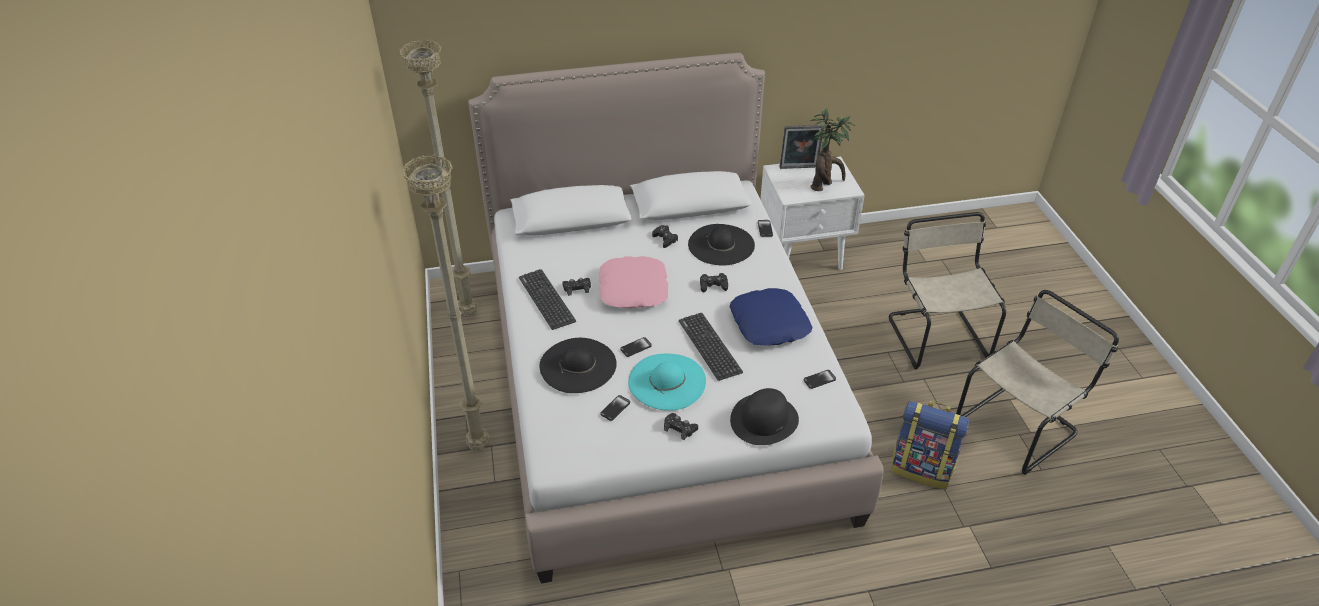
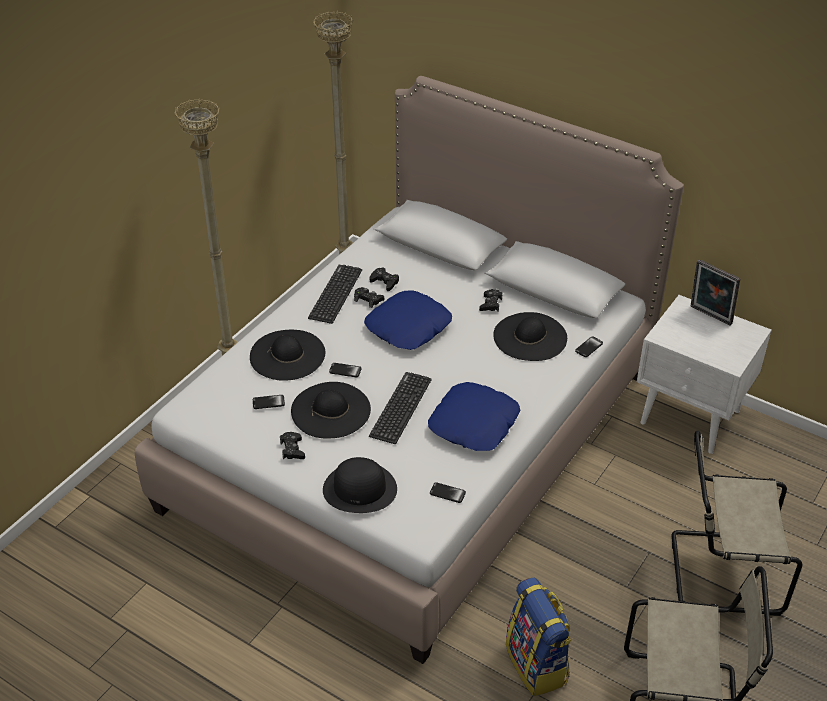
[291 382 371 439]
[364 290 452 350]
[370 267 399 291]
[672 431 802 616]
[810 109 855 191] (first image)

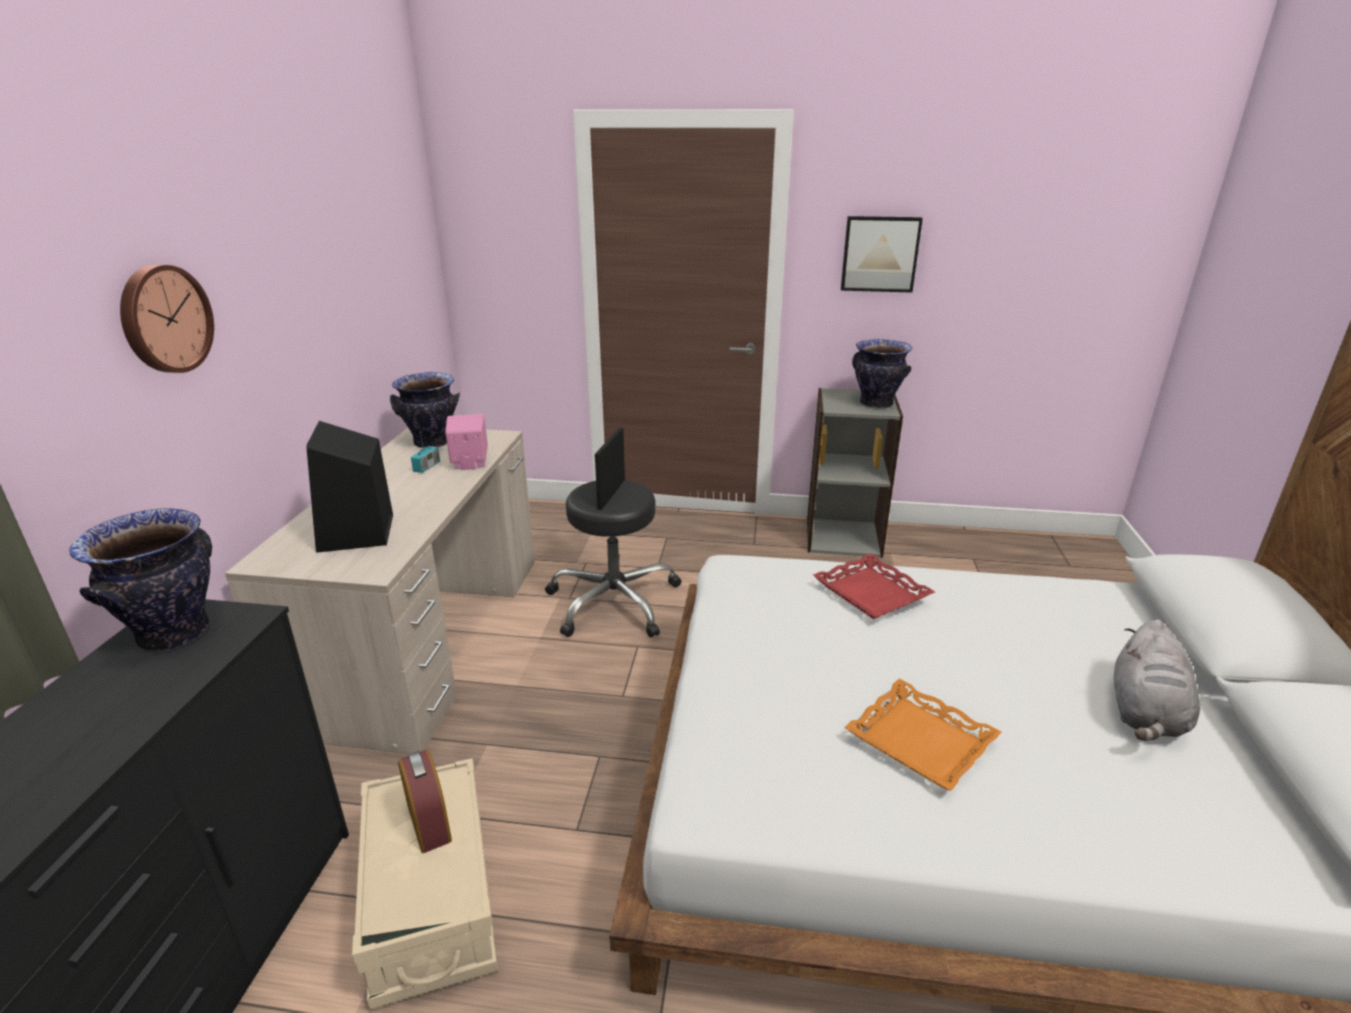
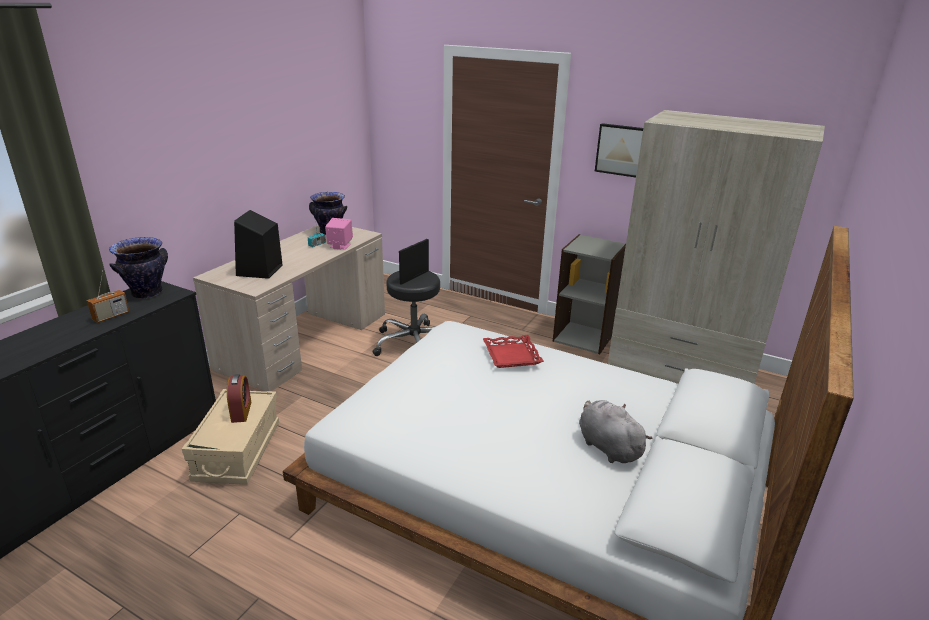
[87 270 130 323]
[579 400 653 463]
[608 110 825 384]
[120 265 214 373] (first image)
[844 679 1002 791] (first image)
[852 339 912 409] (first image)

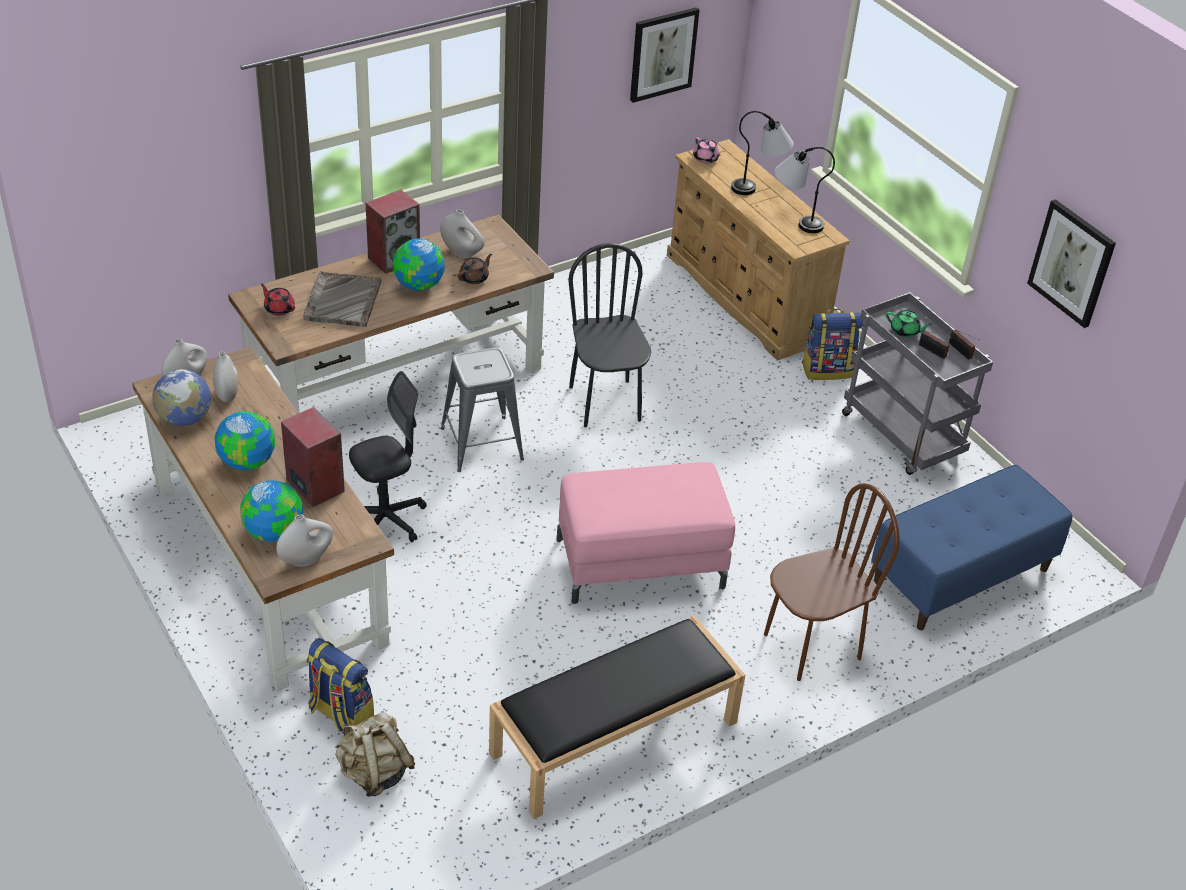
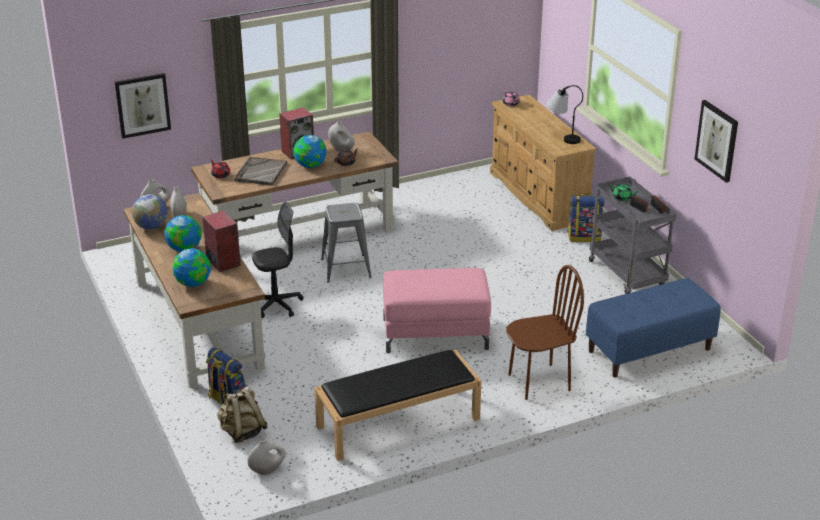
[114 73 171 139]
[248 439 286 475]
[568 243 651 427] (first image)
[731 111 794 195] (first image)

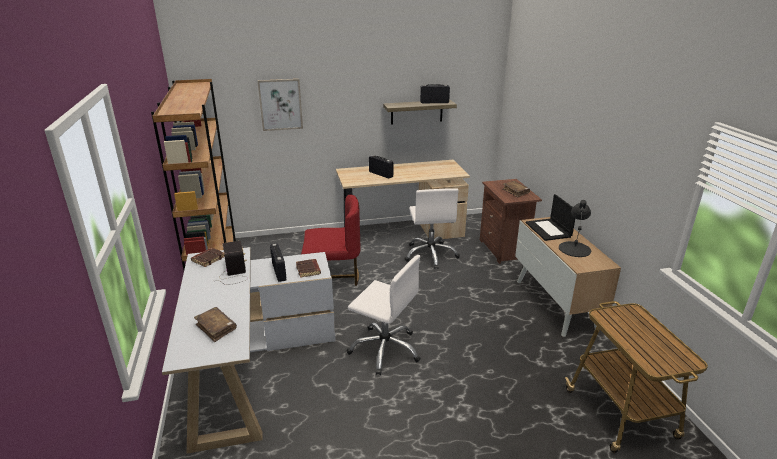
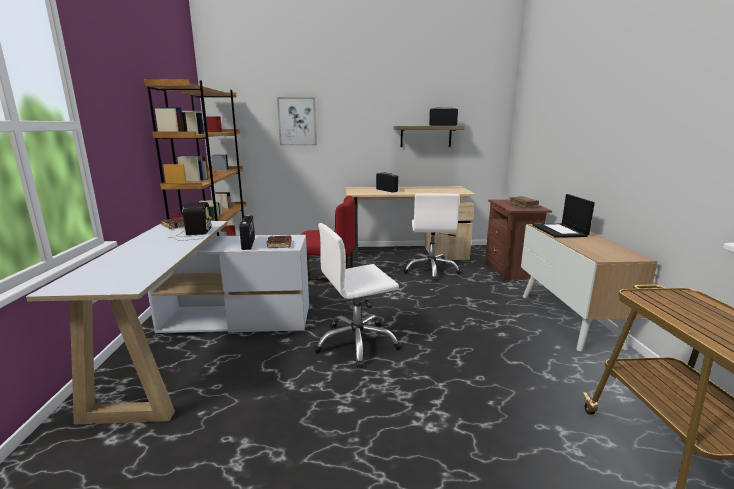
[314 223 402 368]
[194 307 237 342] (first image)
[559 200 591 257] (first image)

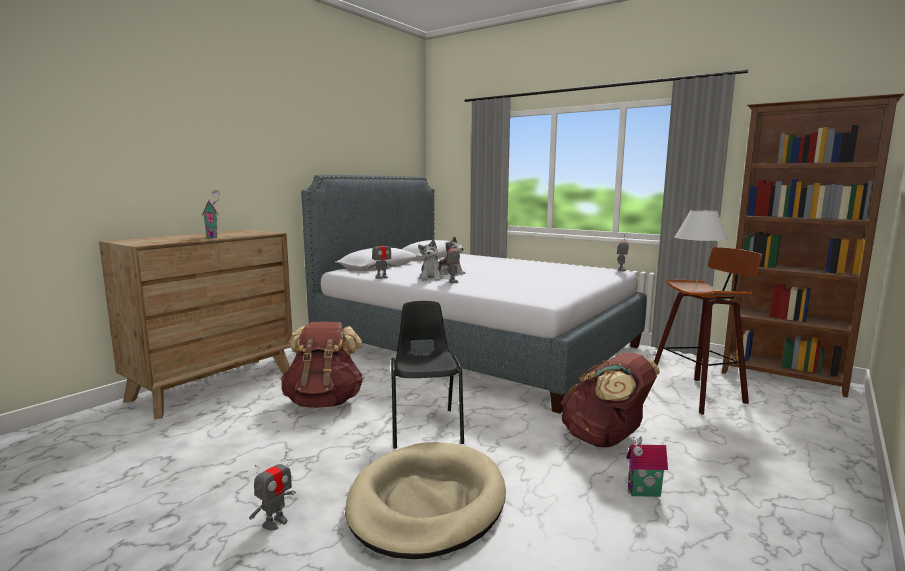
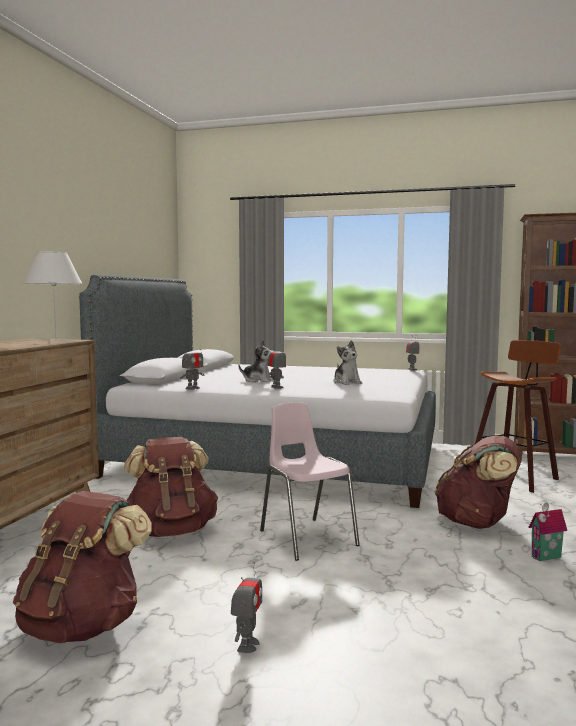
[13 491 152 644]
[23 252 83 340]
[260 402 360 561]
[333 340 362 385]
[202 190 220 239] (first image)
[345 442 506 559] (first image)

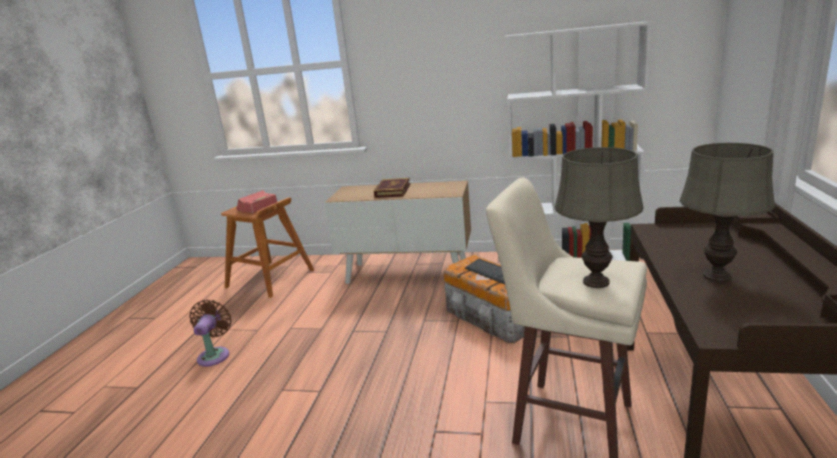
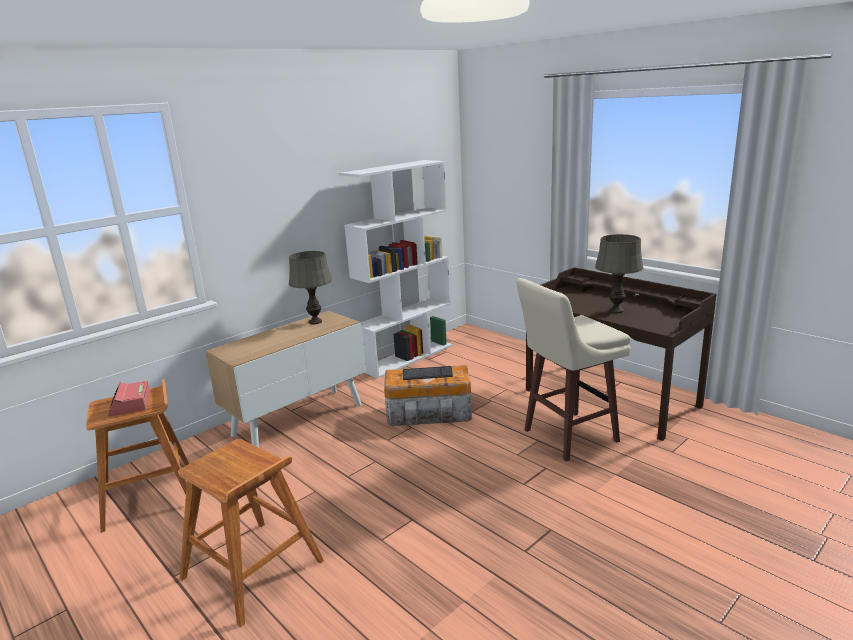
[178 439 324 627]
[289 251 332 324]
[374 178 410 198] (first image)

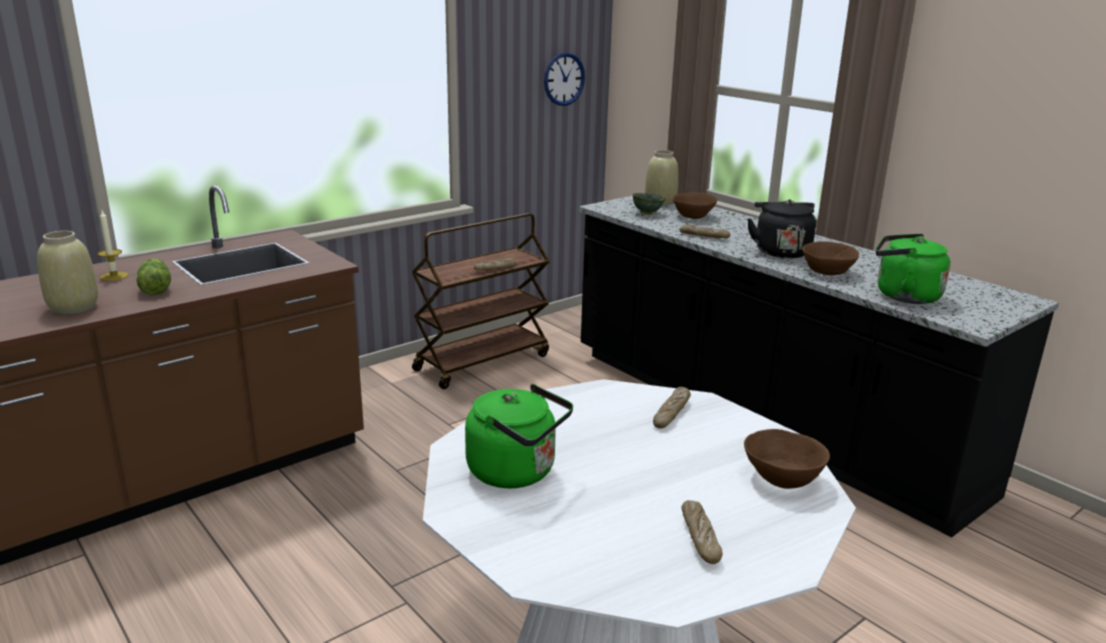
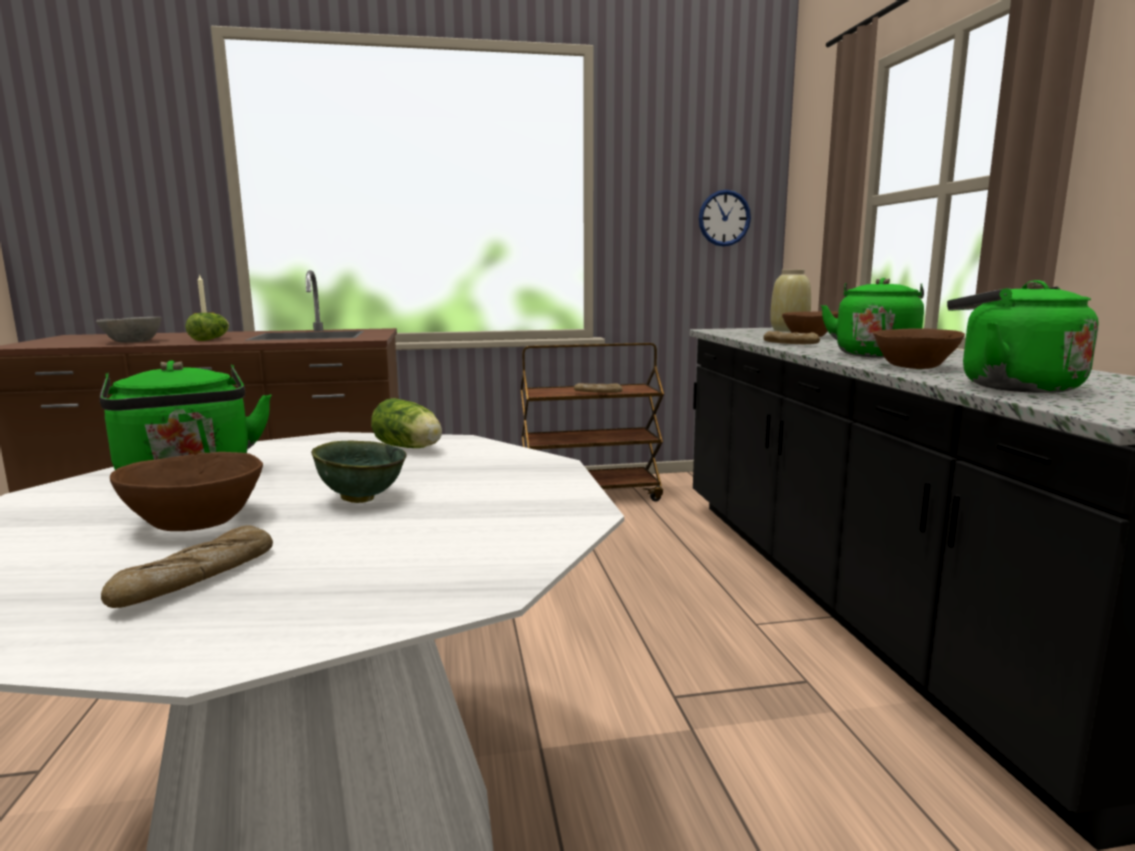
[96 317 162 343]
[110 452 263 531]
[311 441 407 503]
[371 398 442 448]
[821 278 924 358]
[653 387 691 429] (first image)

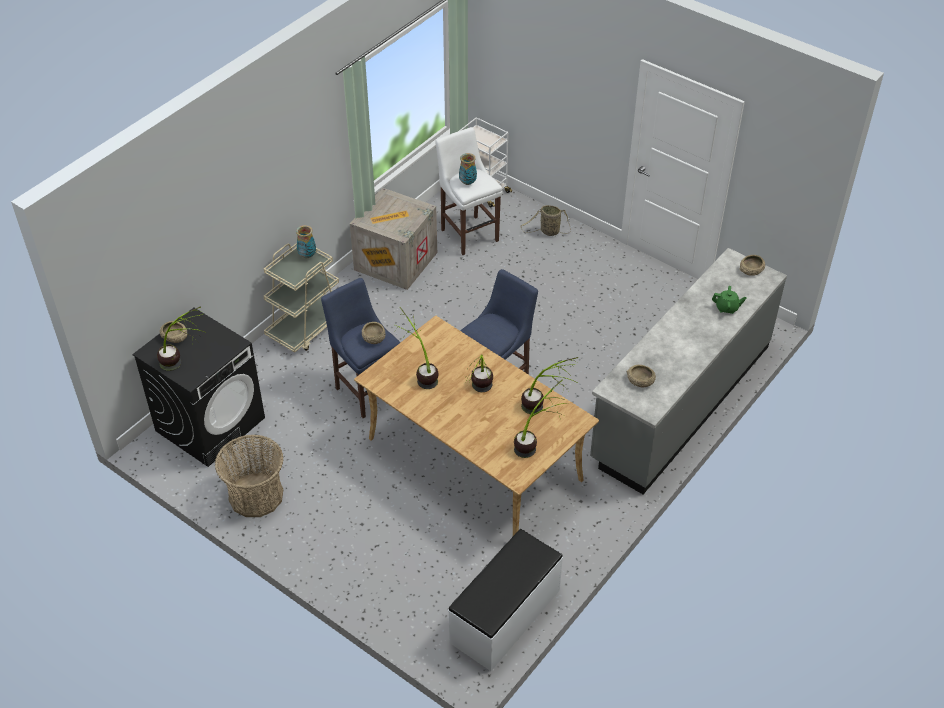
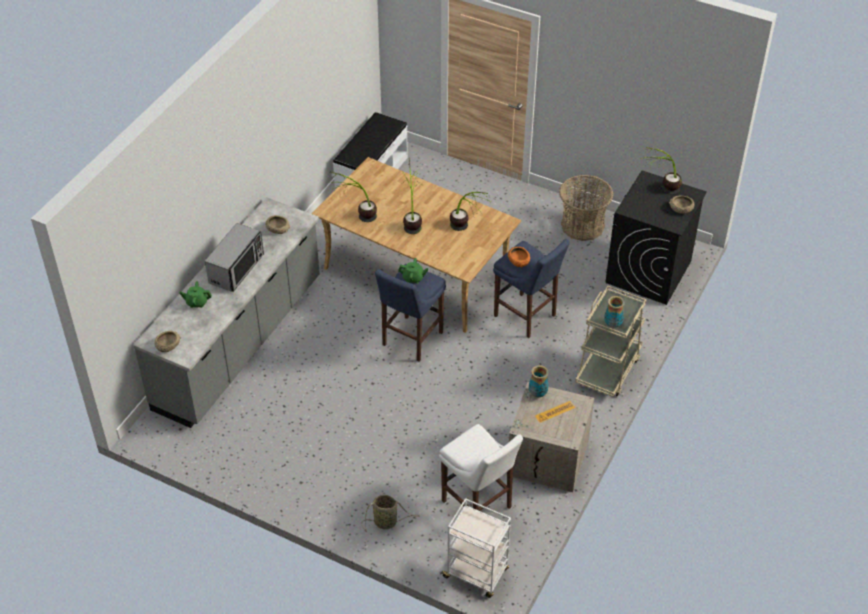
[205 223 264 292]
[398 258 428 284]
[508 247 530 267]
[529 365 549 397]
[514 379 565 458] (first image)

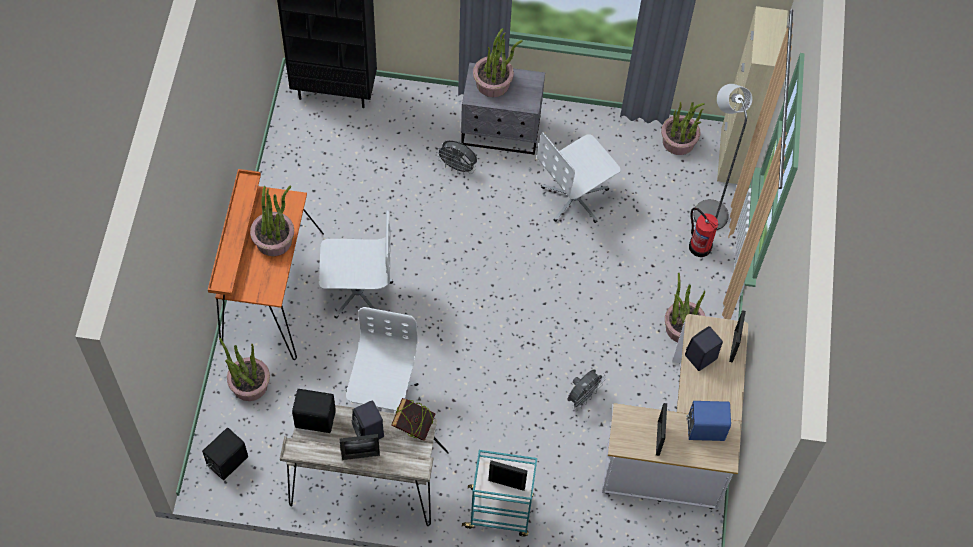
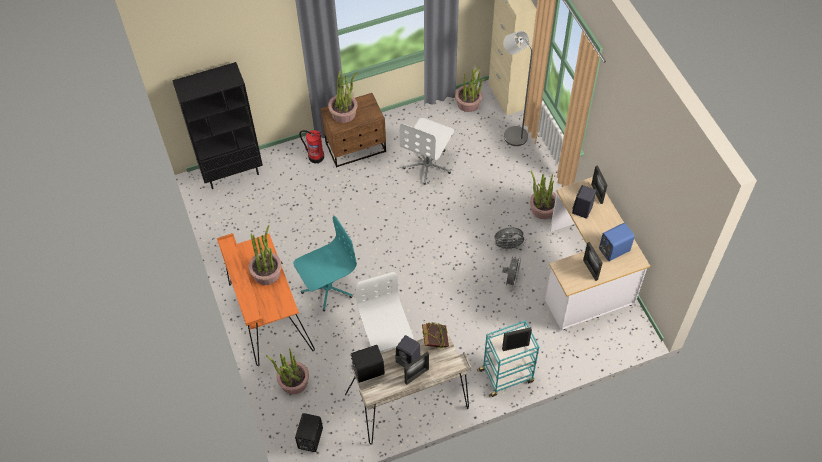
[293 216 357 312]
[299 130 324 163]
[321 93 386 168]
[493 227 526 251]

